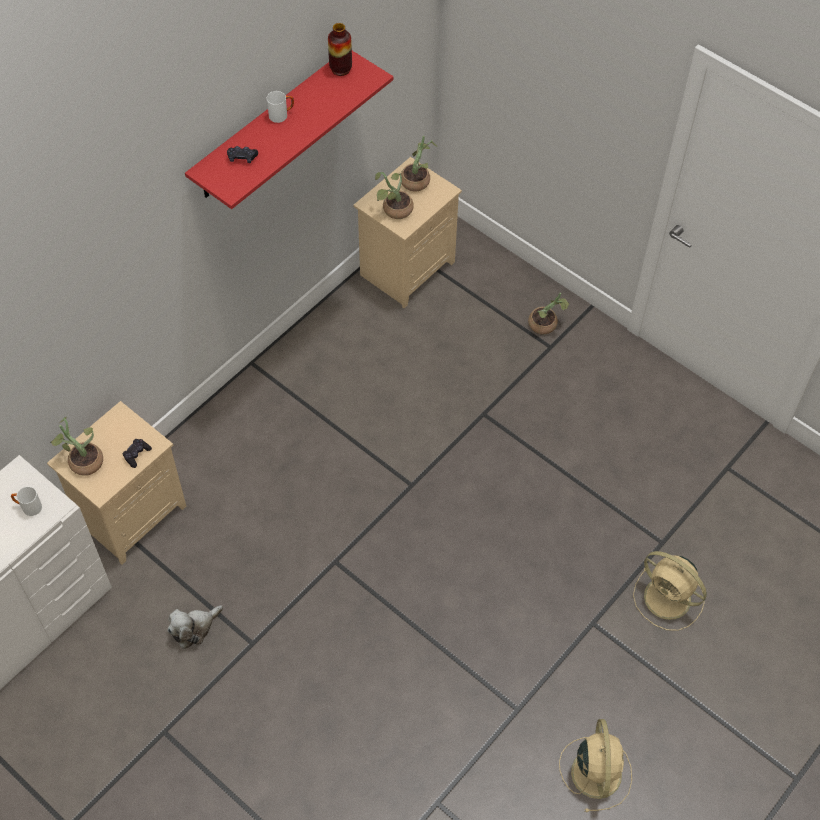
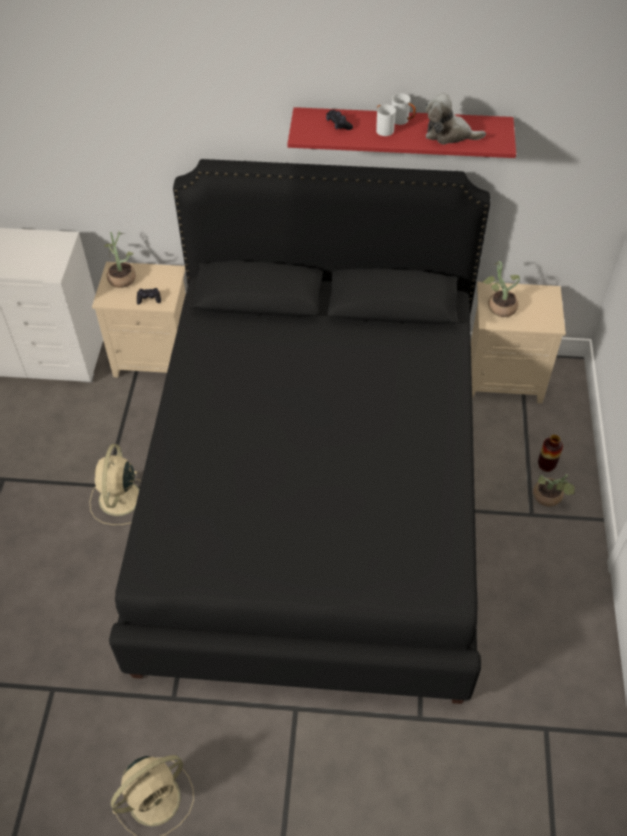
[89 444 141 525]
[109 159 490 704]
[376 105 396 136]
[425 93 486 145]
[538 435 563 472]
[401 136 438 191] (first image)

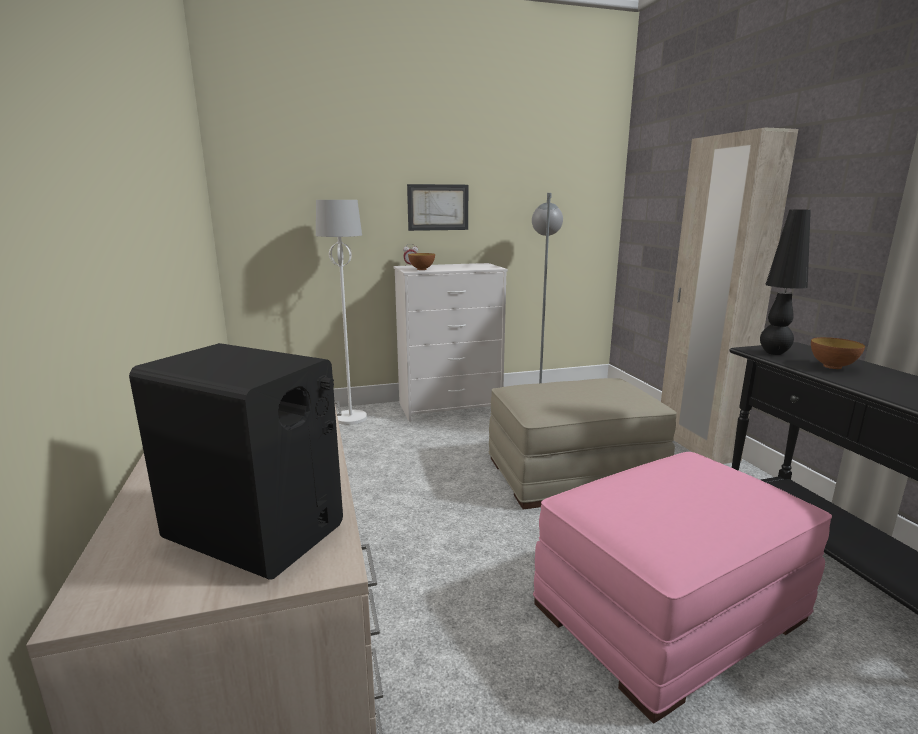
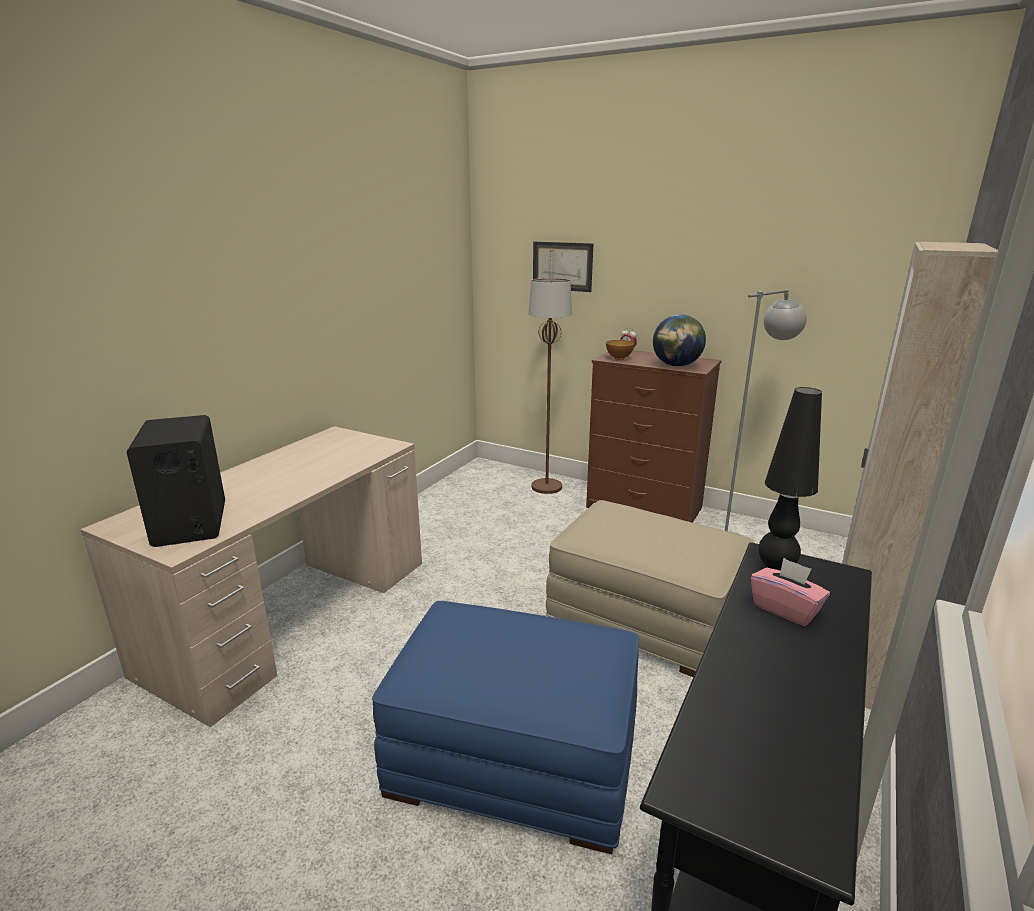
[372 601 639 854]
[528 278 572 494]
[533 242 593 292]
[586 350 722 523]
[653 315 706 367]
[751 558 830 626]

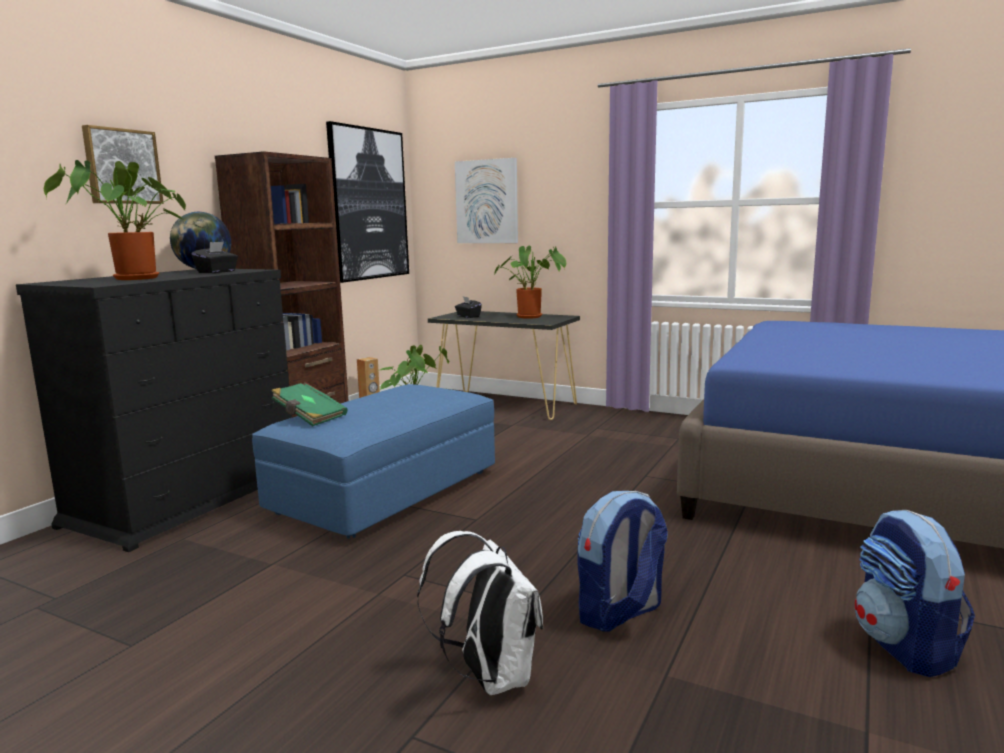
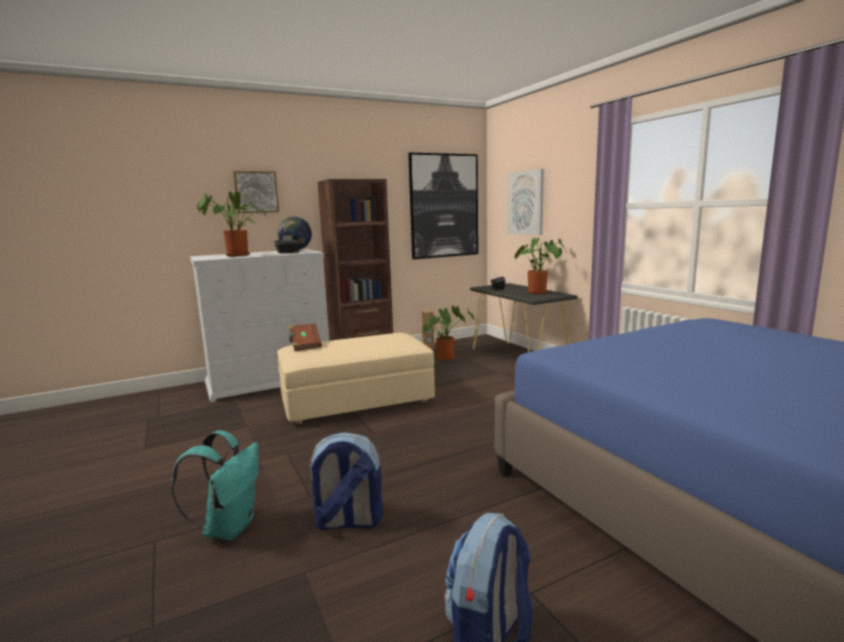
[172 430 259 540]
[190 249 329 403]
[277 333 435 424]
[289 323 322 351]

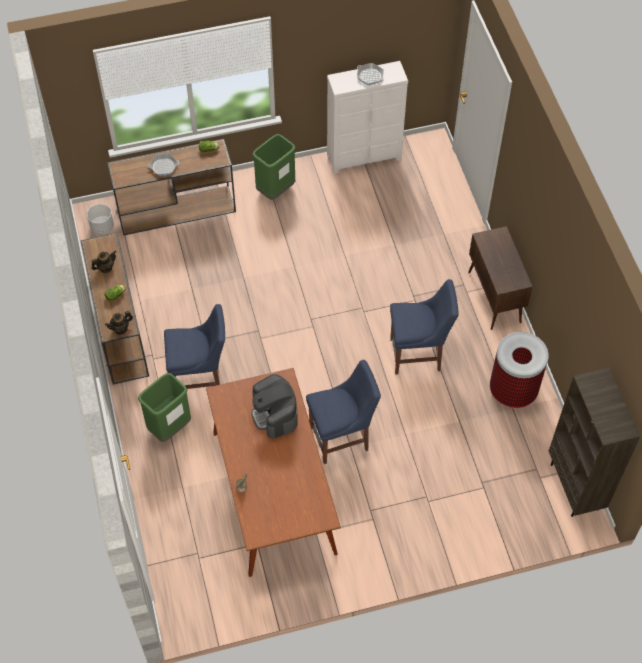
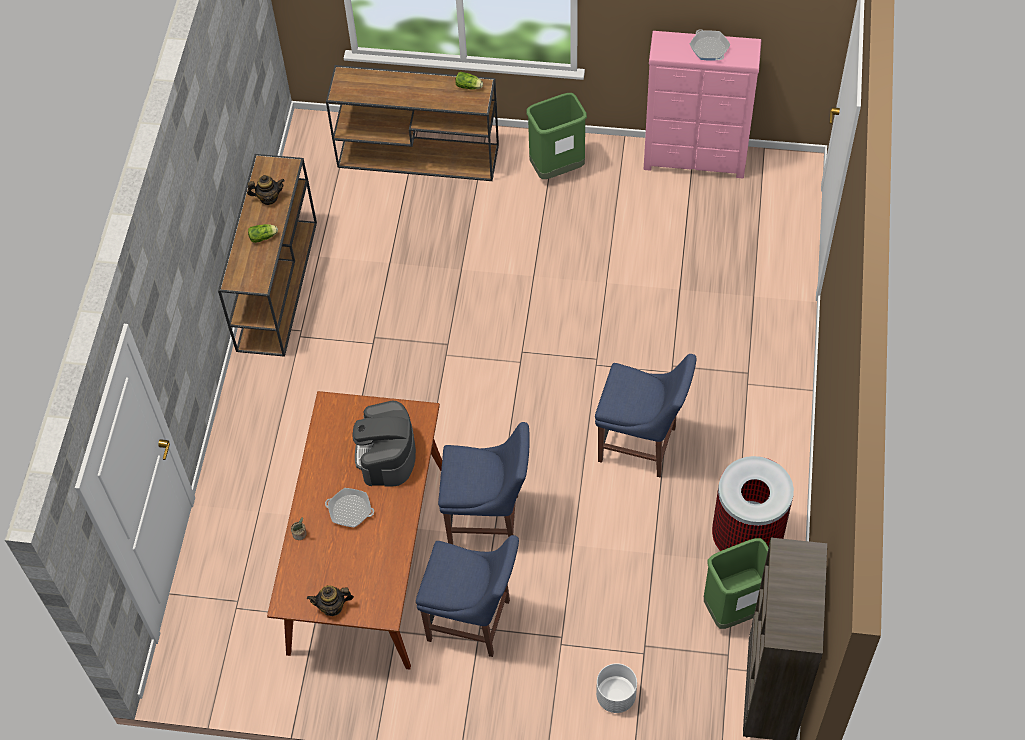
[307 585 354 616]
[325 488 374 527]
[416 535 519 657]
[596 663 637 713]
[644 31 761 178]
[704 538 769 629]
[468 226 533 330] (first image)

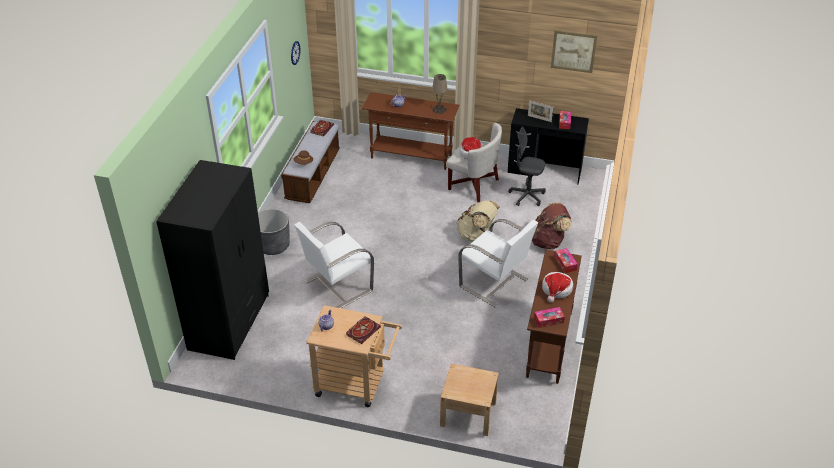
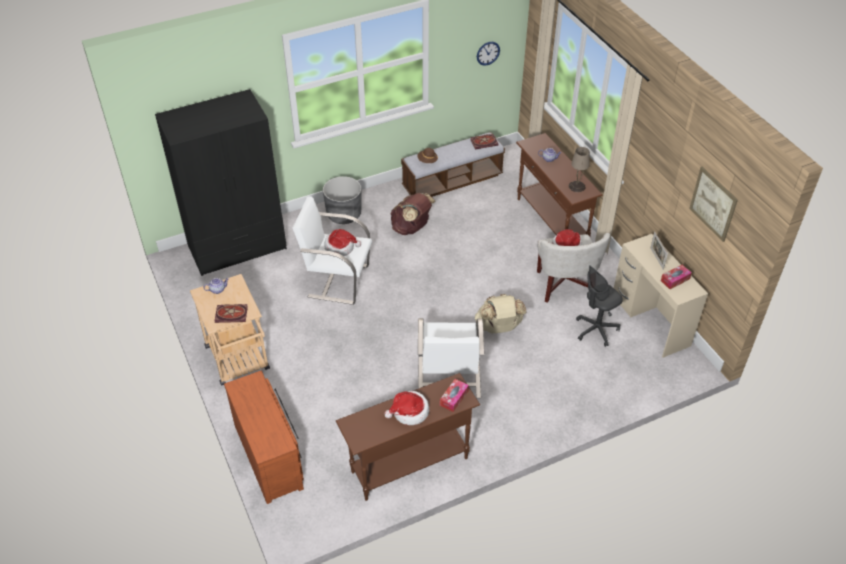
[224 371 304 504]
[325 229 361 256]
[390 193 435 235]
[576 265 623 347]
[614 234 708 357]
[534 307 565 328] (first image)

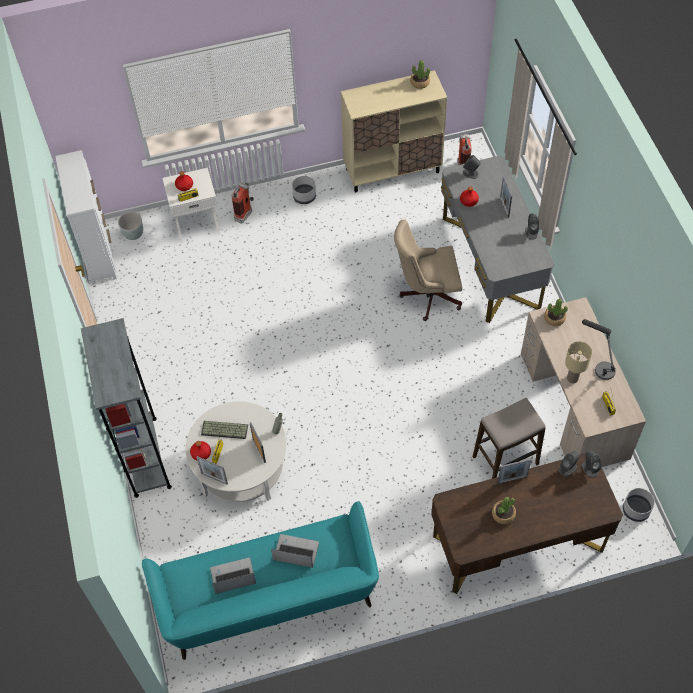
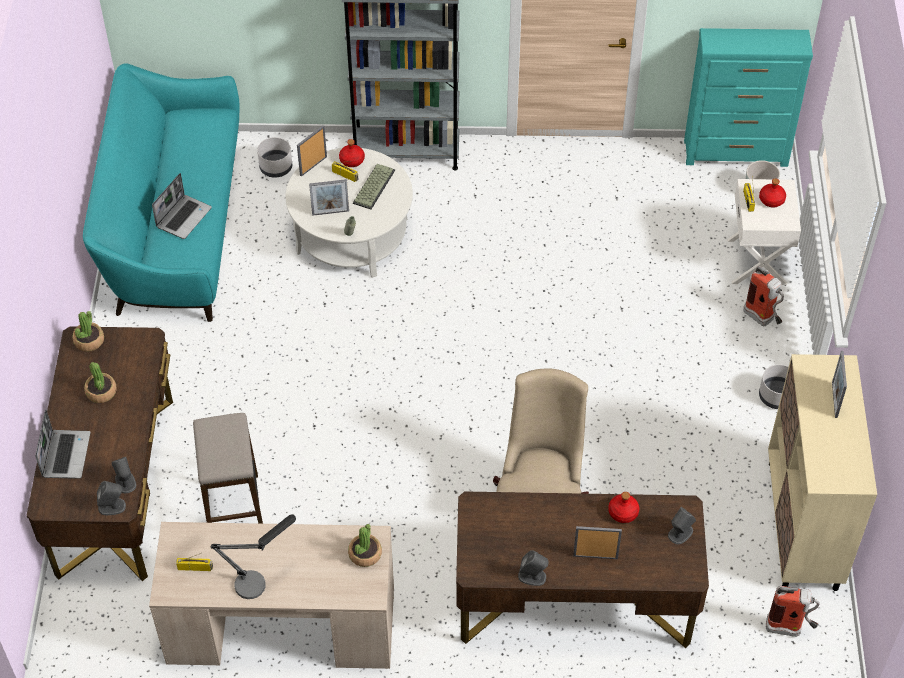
[35 409 91 479]
[73 311 104 352]
[257 137 292 178]
[456 491 709 648]
[684 28 813 167]
[832 351 847 418]
[565 341 592 384] (first image)

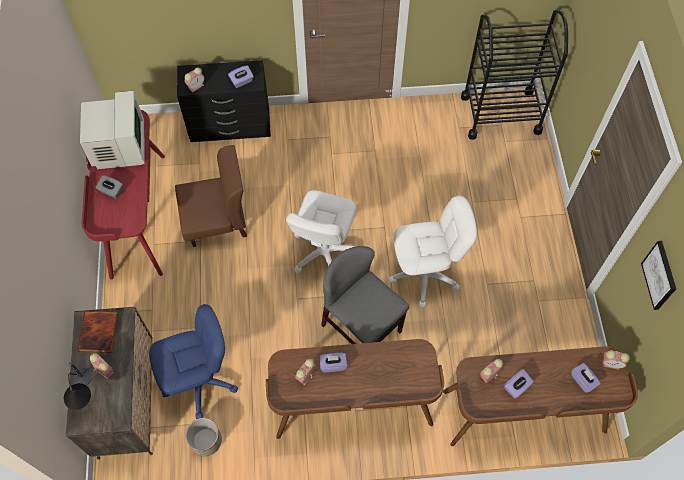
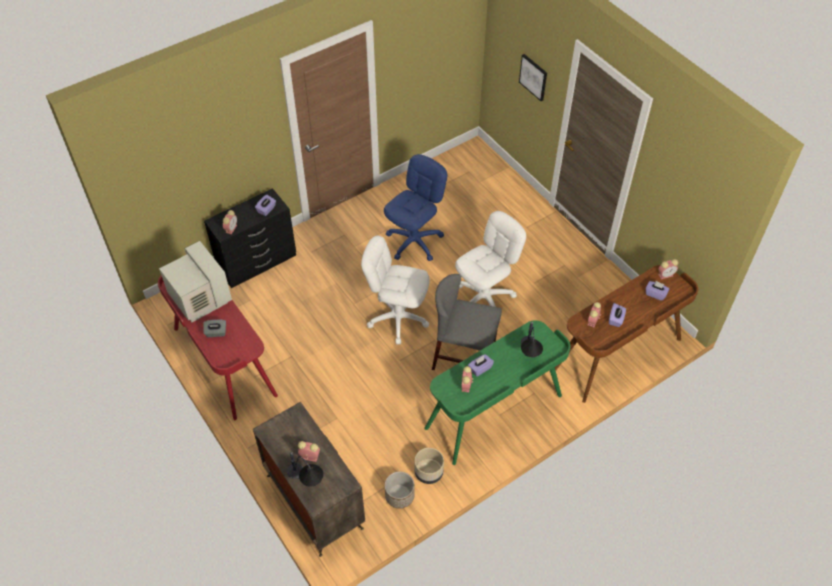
[361 236 430 345]
[384 154 447 261]
[415 448 444 484]
[424 320 570 465]
[519 54 547 101]
[521 321 543 357]
[77 311 119 353] (first image)
[175 145 247 247] (first image)
[461 10 568 140] (first image)

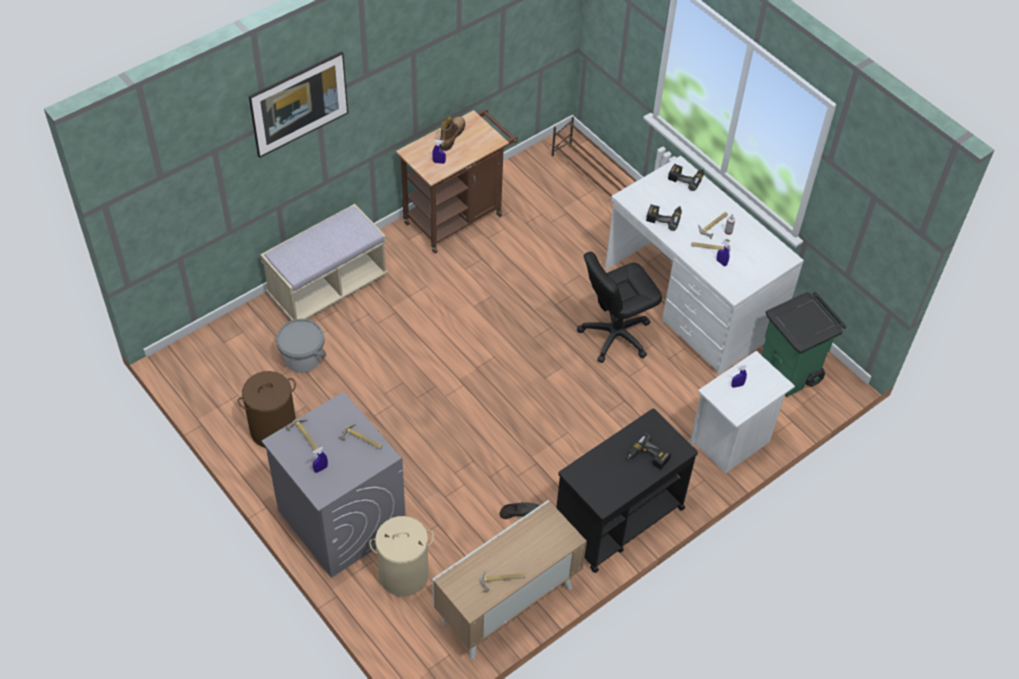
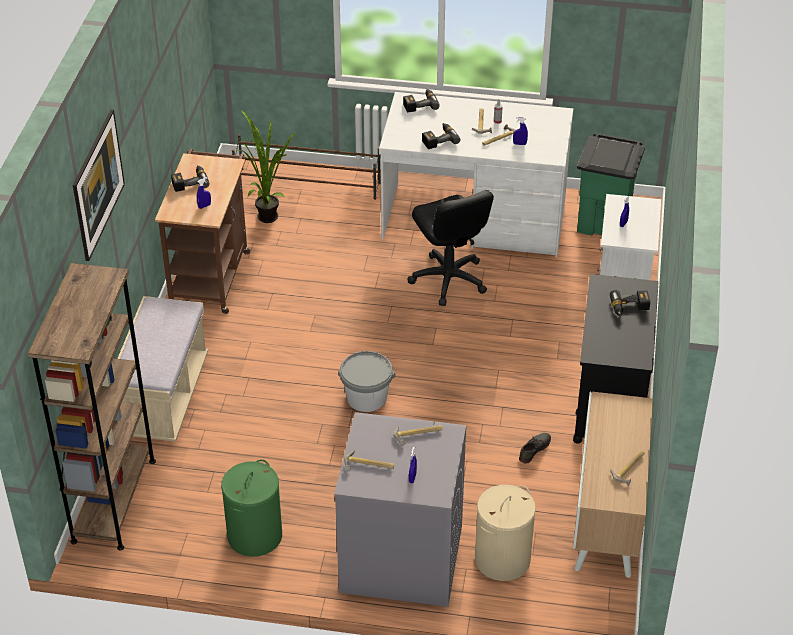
[28 263 156 550]
[171 165 209 192]
[221 459 282 557]
[234 110 295 223]
[338 351 396 412]
[408 190 494 306]

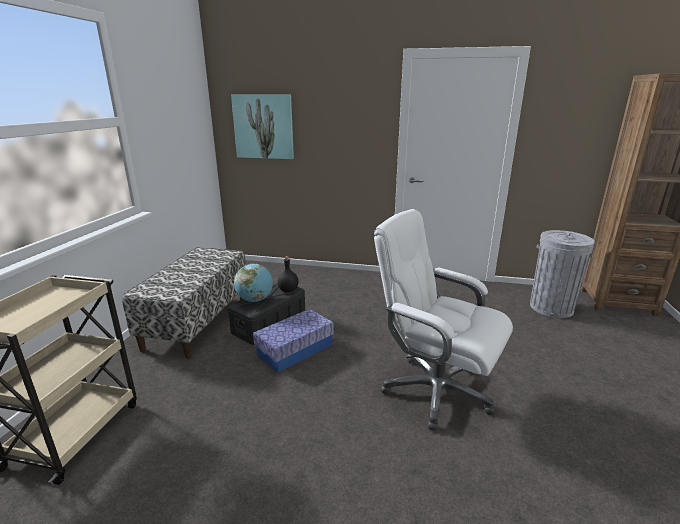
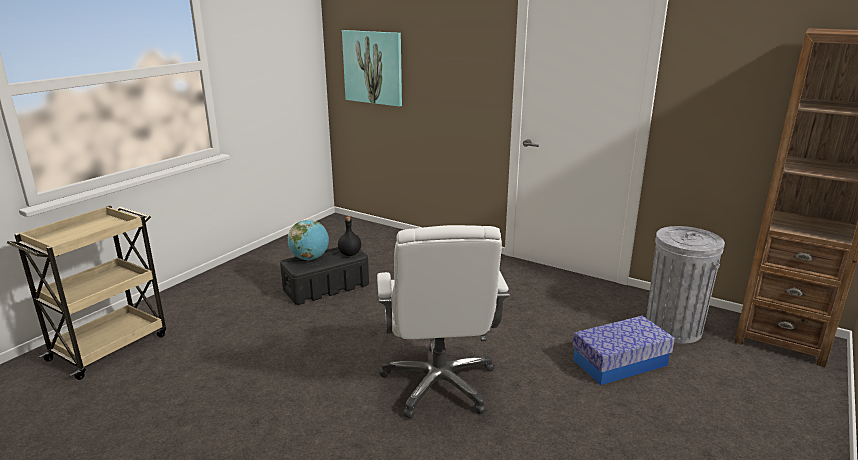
[377 225 510 419]
[572 316 675 385]
[122 247 246 359] (first image)

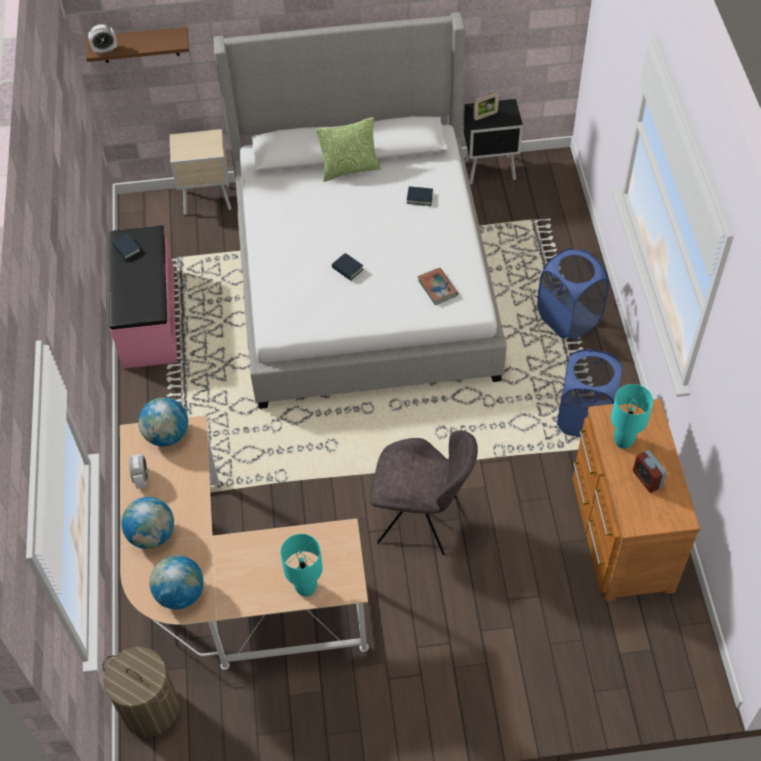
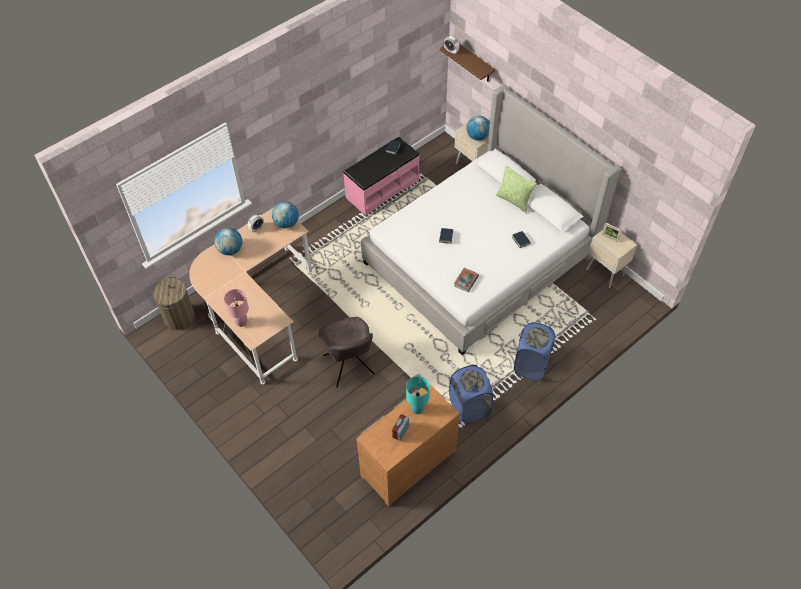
[224 289 249 327]
[467 116 490 141]
[586 224 637 288]

